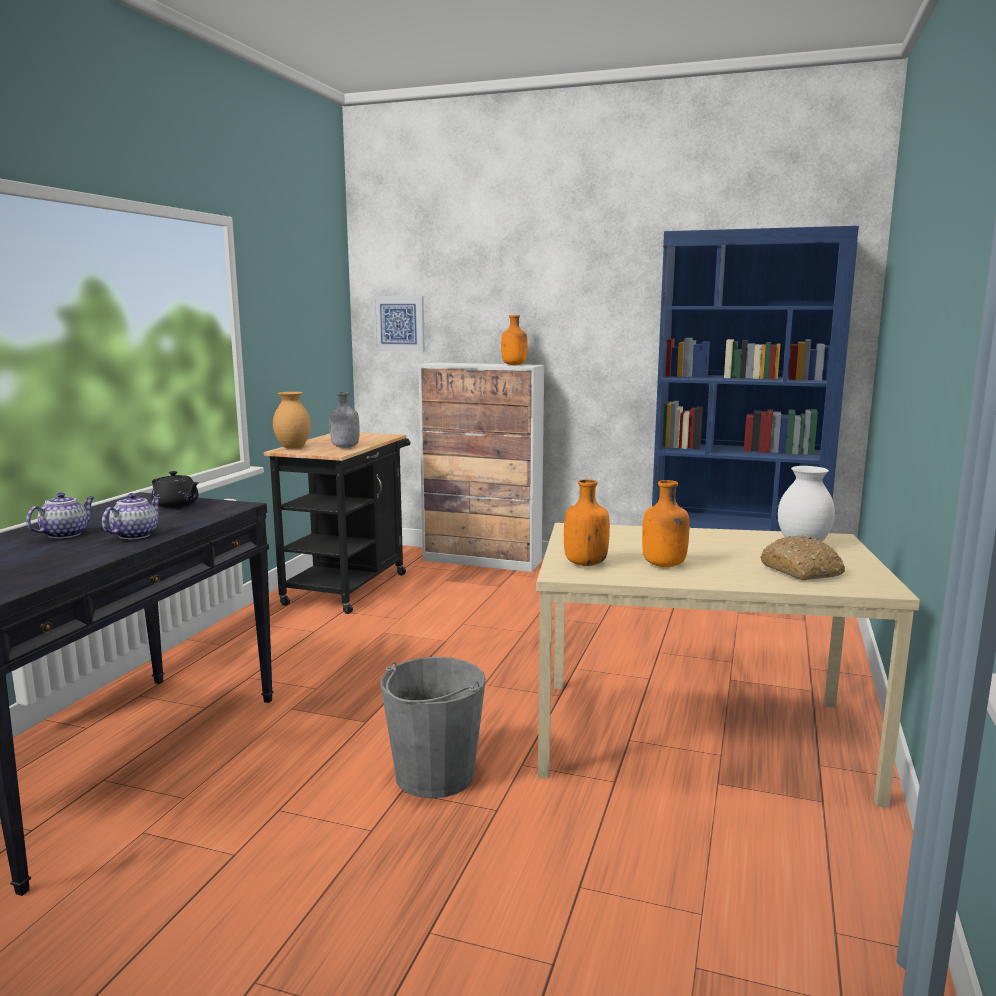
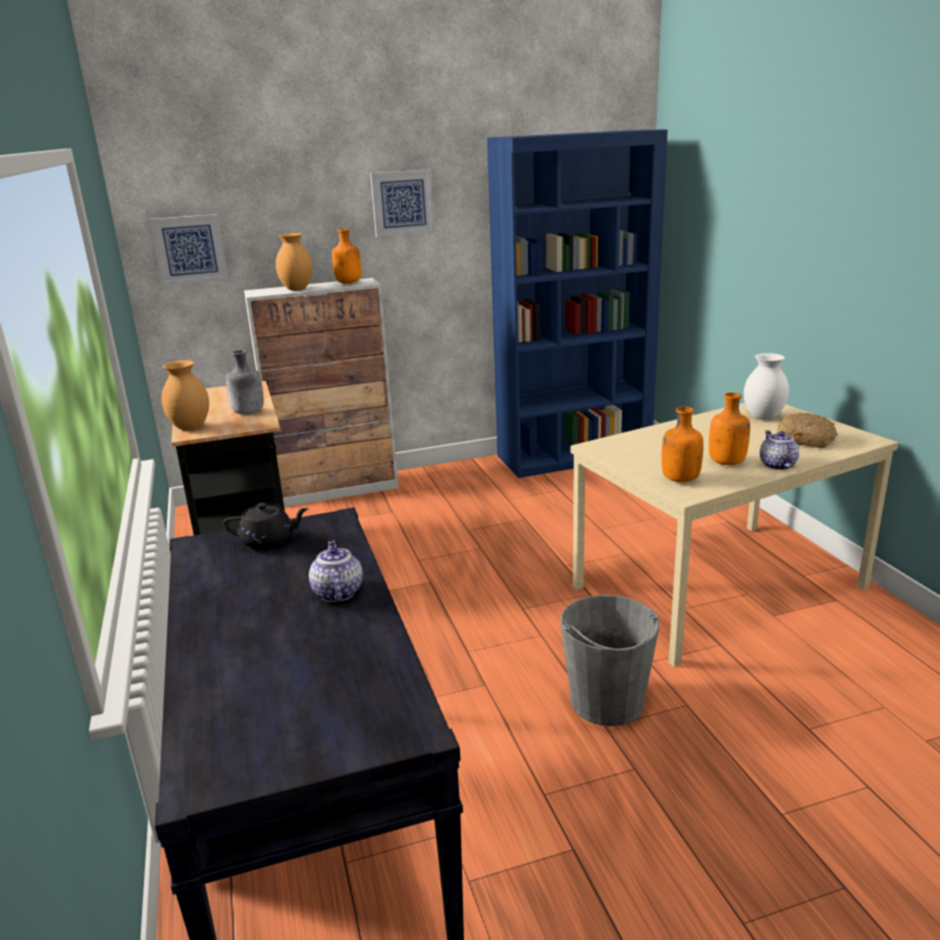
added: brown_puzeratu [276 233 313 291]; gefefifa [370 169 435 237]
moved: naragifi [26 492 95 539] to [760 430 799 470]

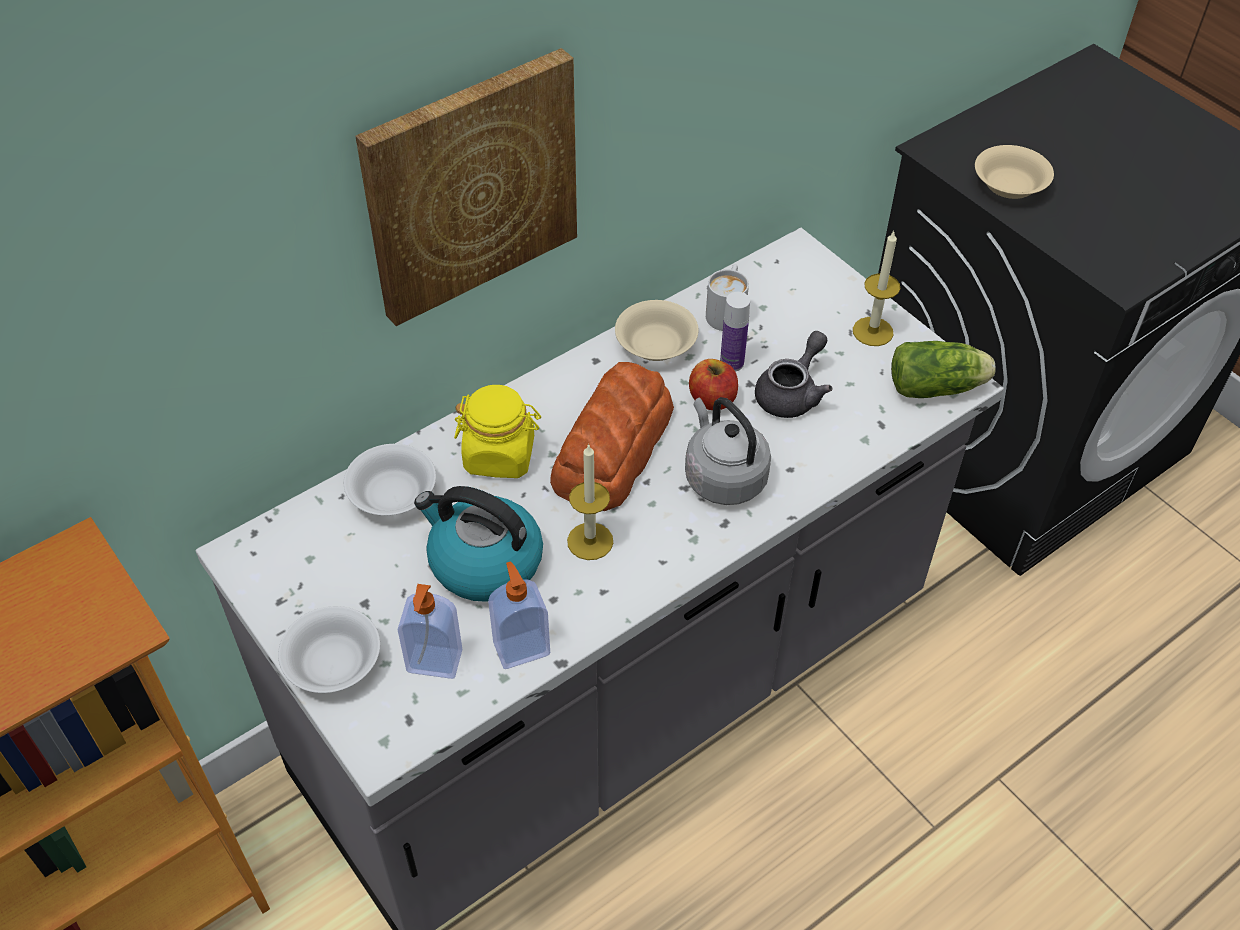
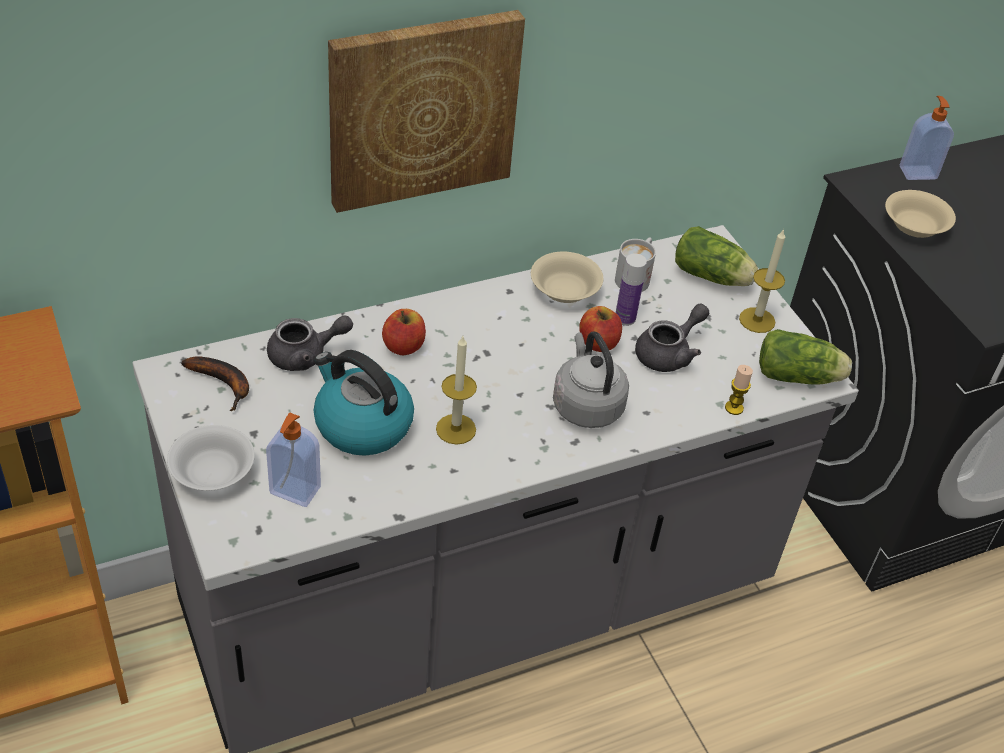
removed: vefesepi [550 362 674 511]
added: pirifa [181 356 249 411]; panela [675 226 758 286]; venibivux [725 365 753 415]
moved: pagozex [488 561 550 669] to [900 96 954 180]
replaced: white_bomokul [344 444 436 516] to grey_naragifi [267 316 353 371]; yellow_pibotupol [454 385 541 478] to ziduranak [382 309 426 355]

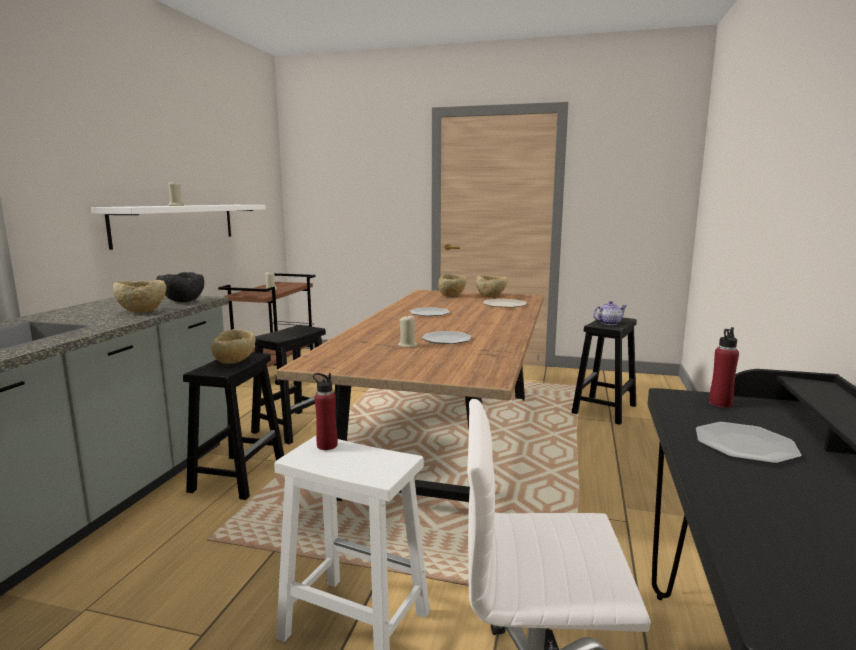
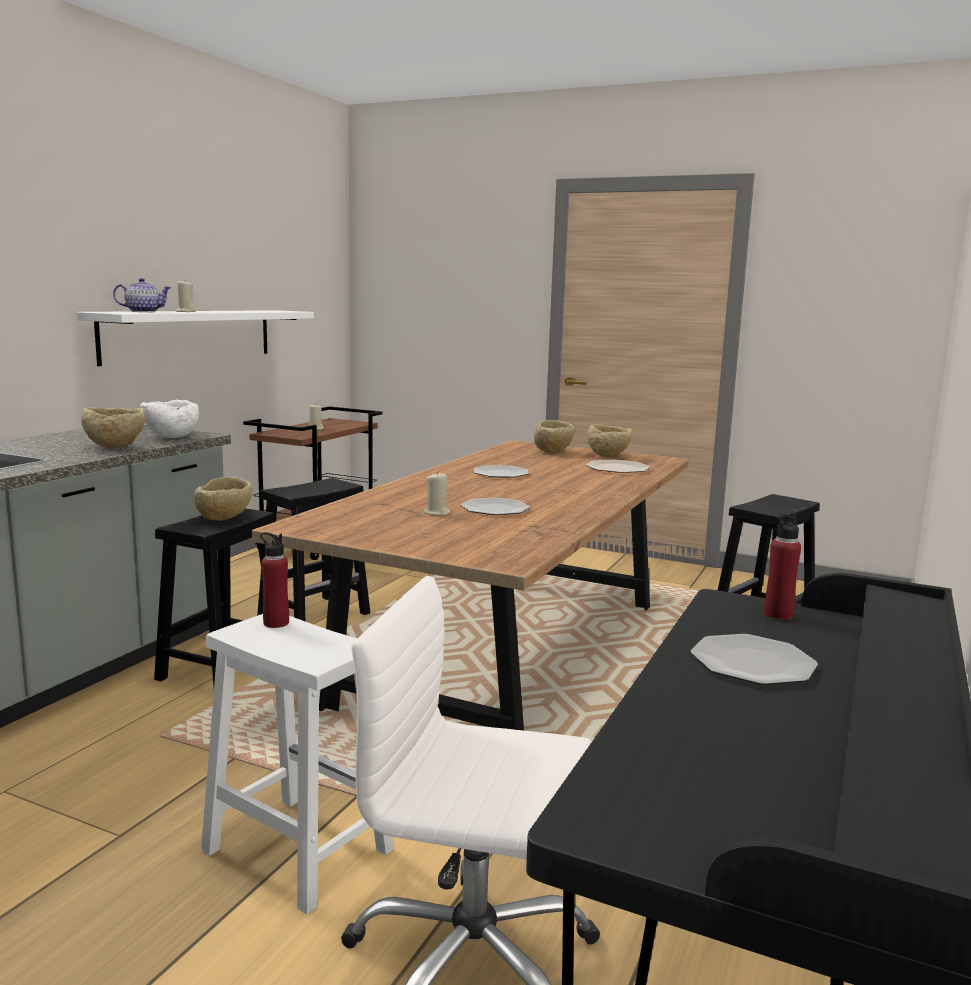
moved: naragifi [593 301 627 325] to [113 278 171 312]
recoloured: black_bomokul [156 272 204 302] to white_bomokul [140 400 199 438]

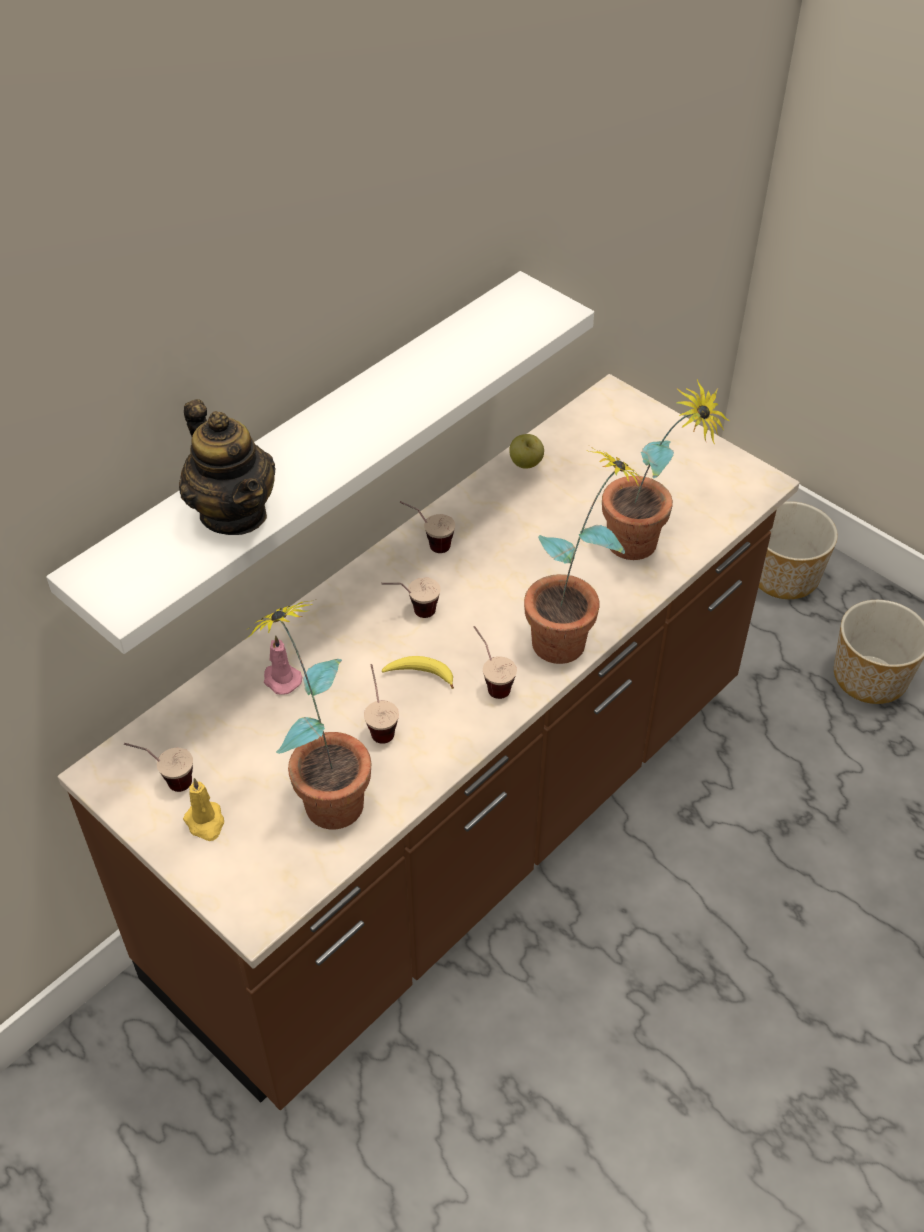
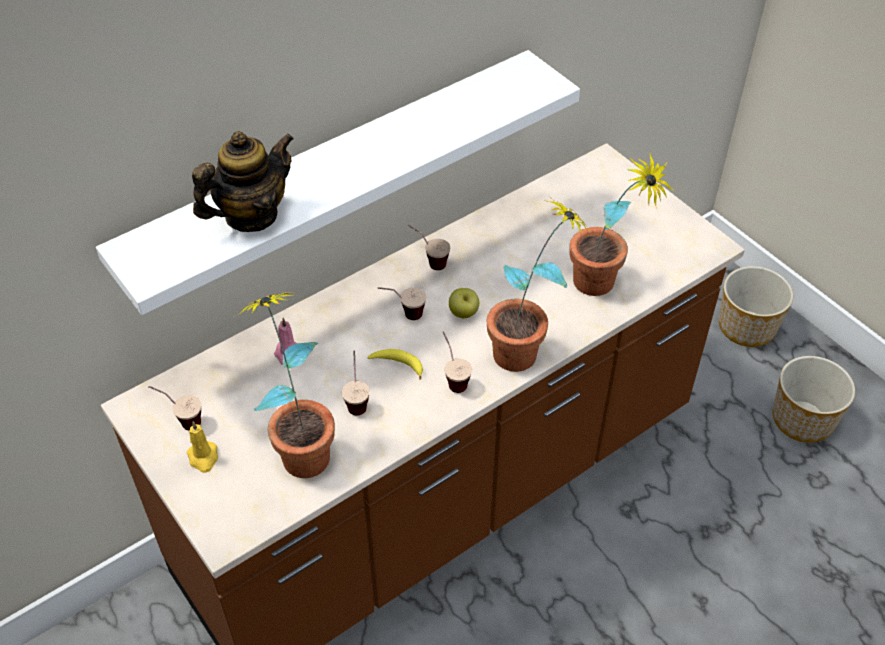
moved: ziduranak [509 434 544 469] to [449 288 479 318]
turned: naragifi [179 399 276 535] = [192 131 294 232] 105 degrees counterclockwise

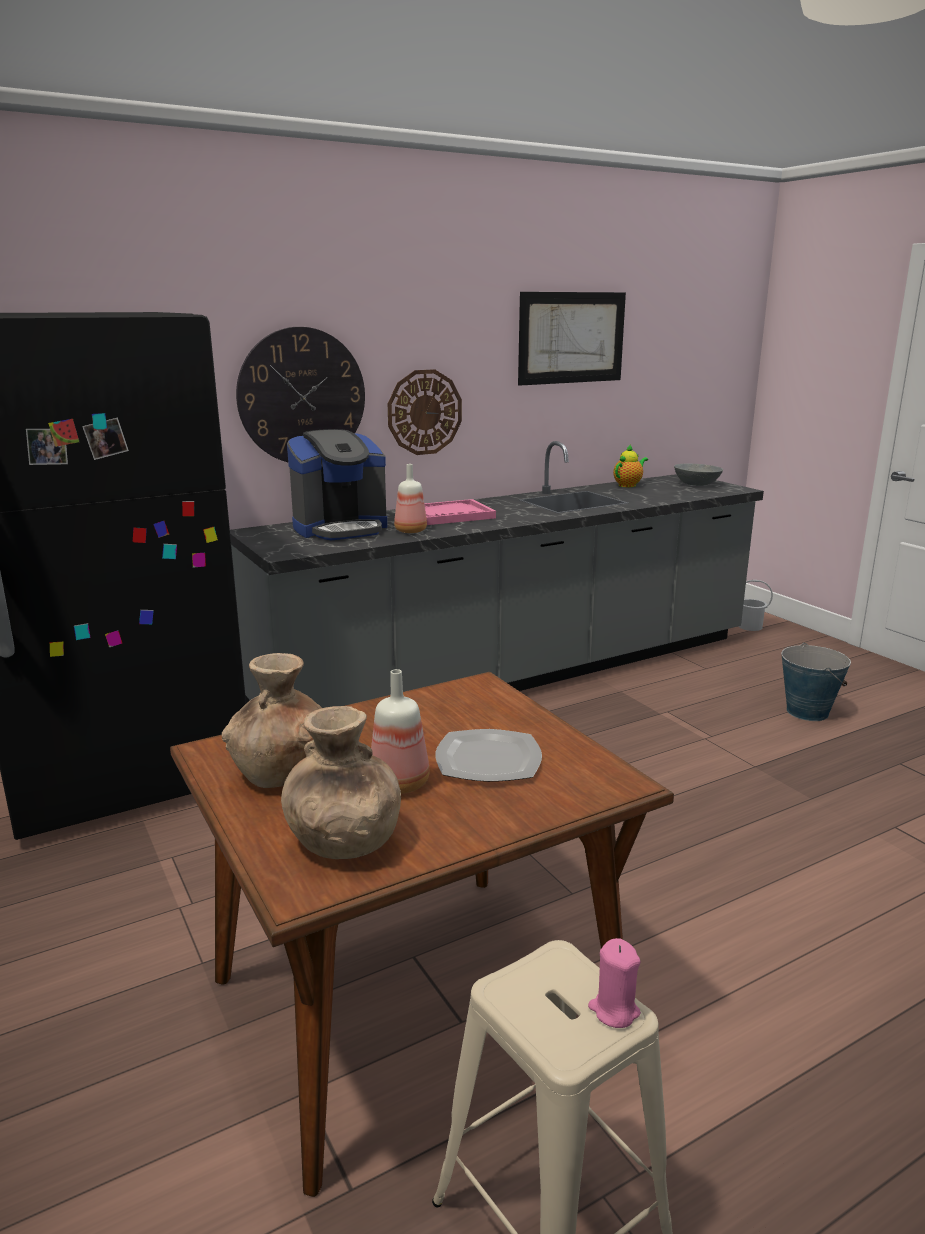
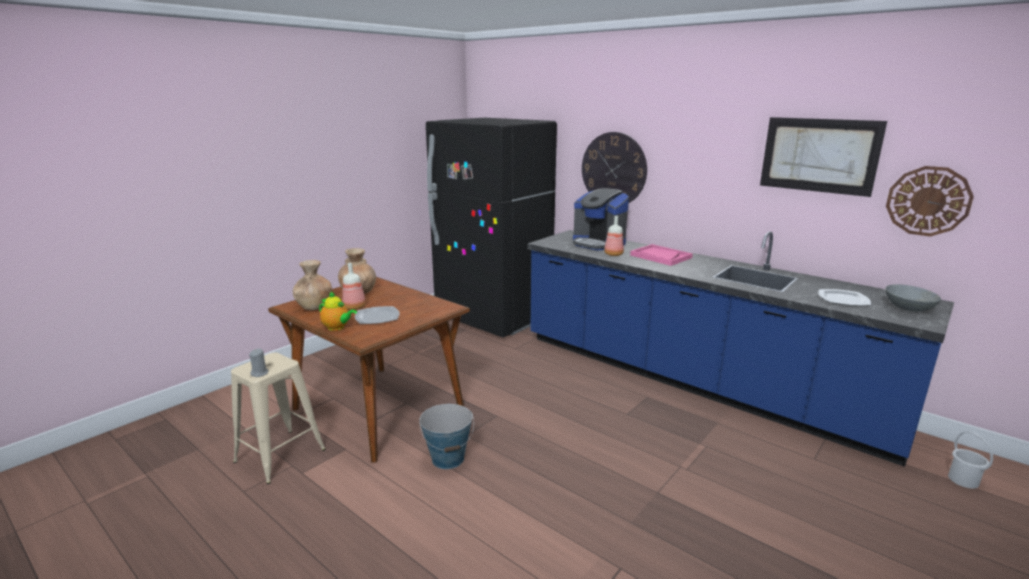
added: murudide [818 289 871 306]
moved: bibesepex [388 369 462 455] to [886 166 974 237]; naragifi [613 444 648 487] to [319 292 357 331]; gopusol [781 643 851 721] to [419 404 474 469]
recoloured: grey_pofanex [230 441 764 708] to blue_pofanex [528 230 954 467]; pink_venibivux [588 938 641 1028] to grey_venibivux [249 349 269 377]

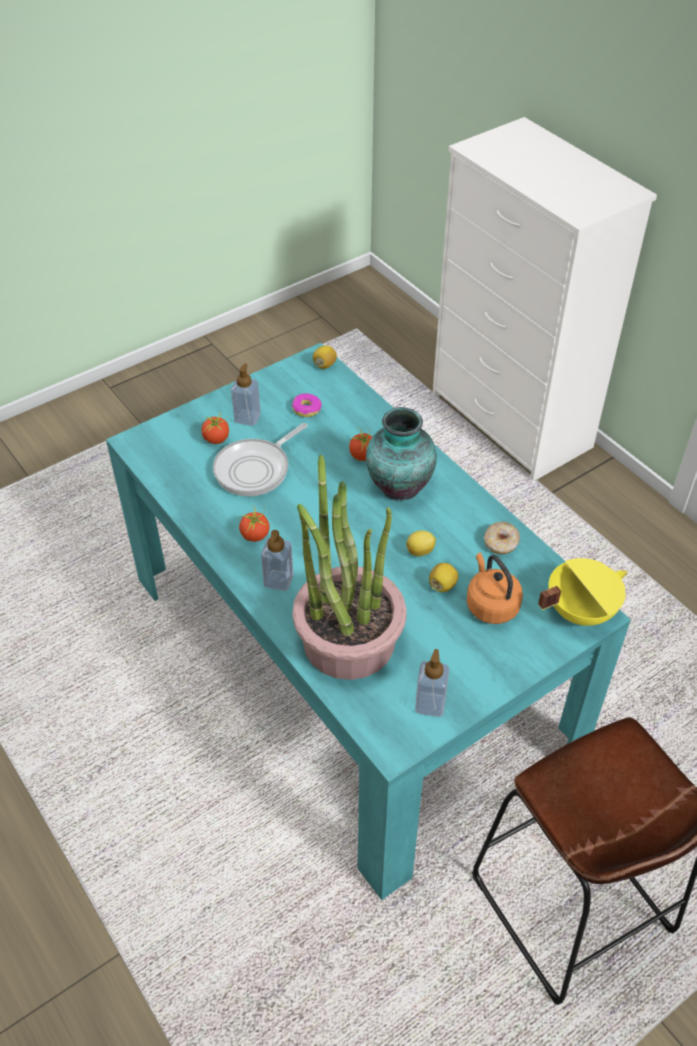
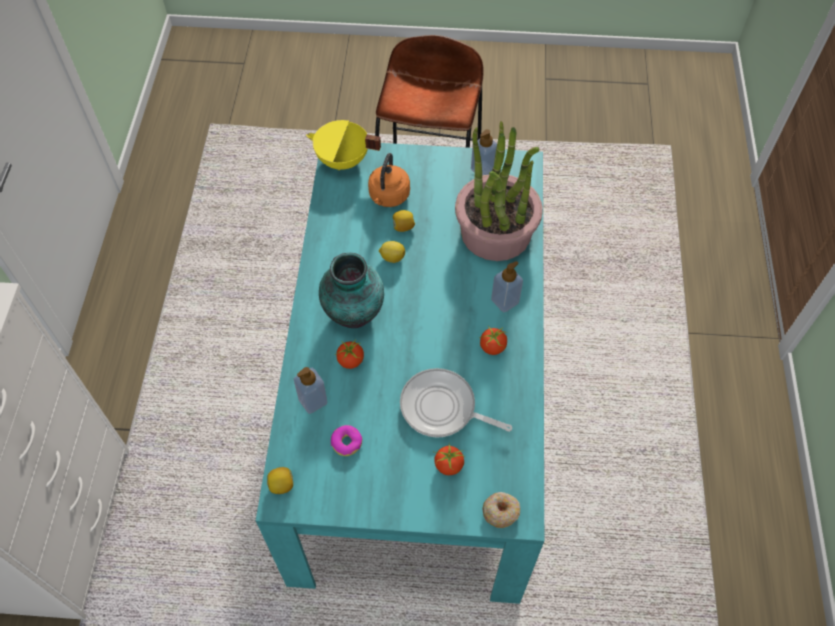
moved: pagozex [231 363 261 426] to [294 367 328 414]; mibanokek [484 522 520 554] to [482 492 520 528]
turned: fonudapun [213 423 308 496] = [400 368 512 438] 150 degrees counterclockwise

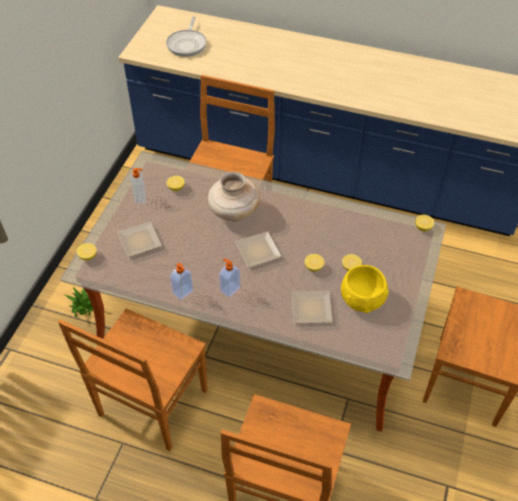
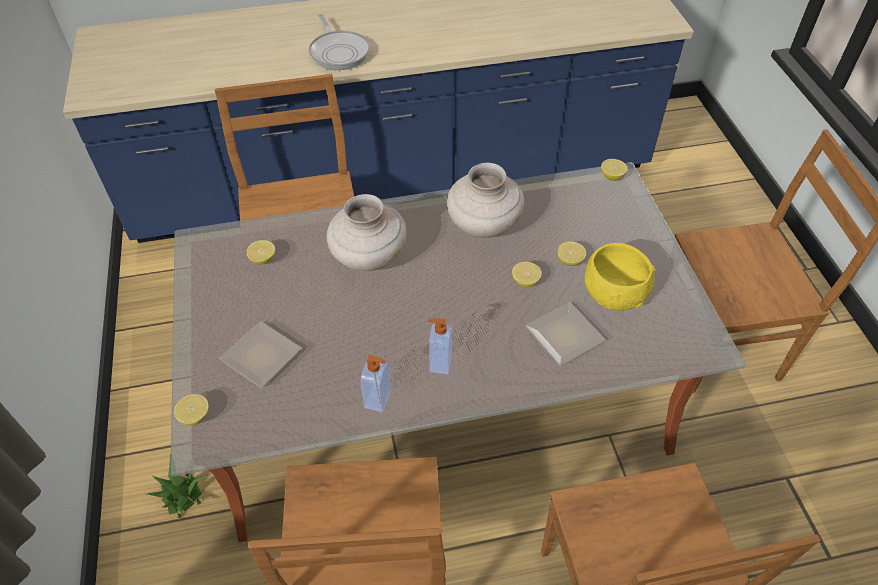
removed: pagozex [131 168 146 204]; murudide [235 231 282 268]
added: beige_puzeratu [447 163 524 238]
moved: fonudapun [166 16 206 57] to [309 14 370 70]

